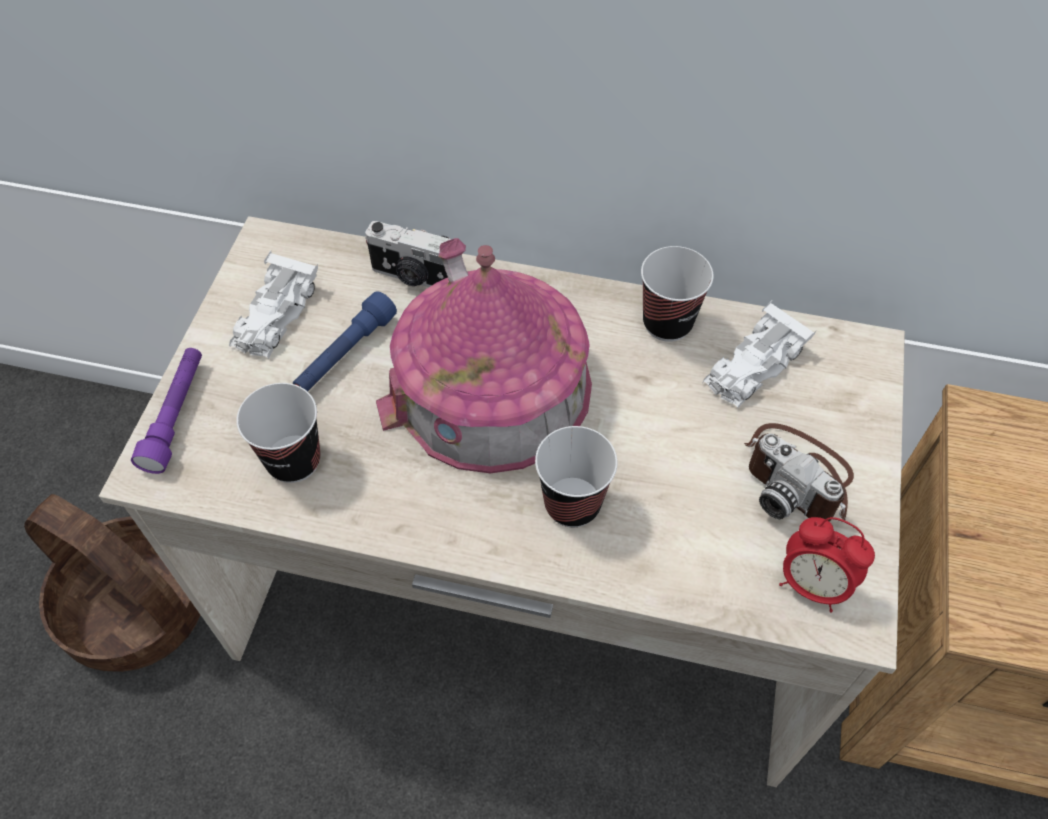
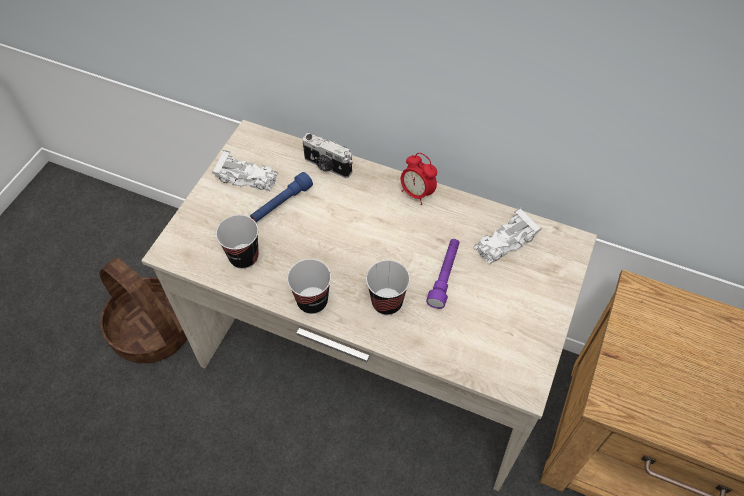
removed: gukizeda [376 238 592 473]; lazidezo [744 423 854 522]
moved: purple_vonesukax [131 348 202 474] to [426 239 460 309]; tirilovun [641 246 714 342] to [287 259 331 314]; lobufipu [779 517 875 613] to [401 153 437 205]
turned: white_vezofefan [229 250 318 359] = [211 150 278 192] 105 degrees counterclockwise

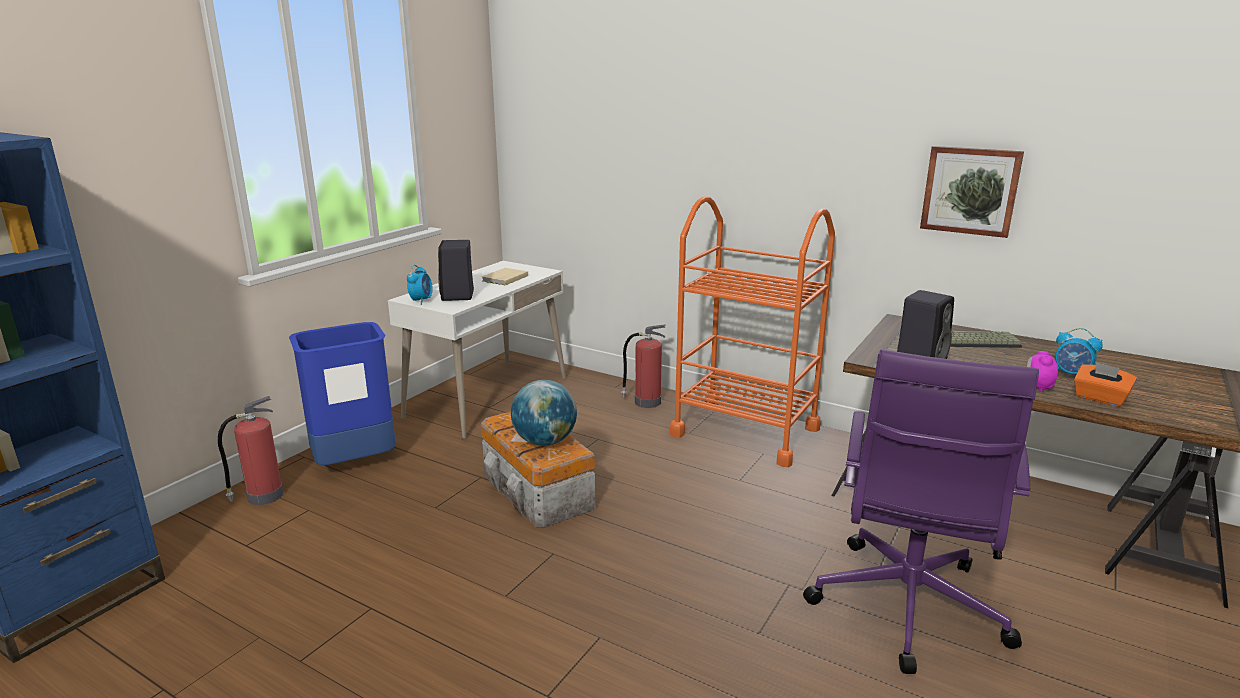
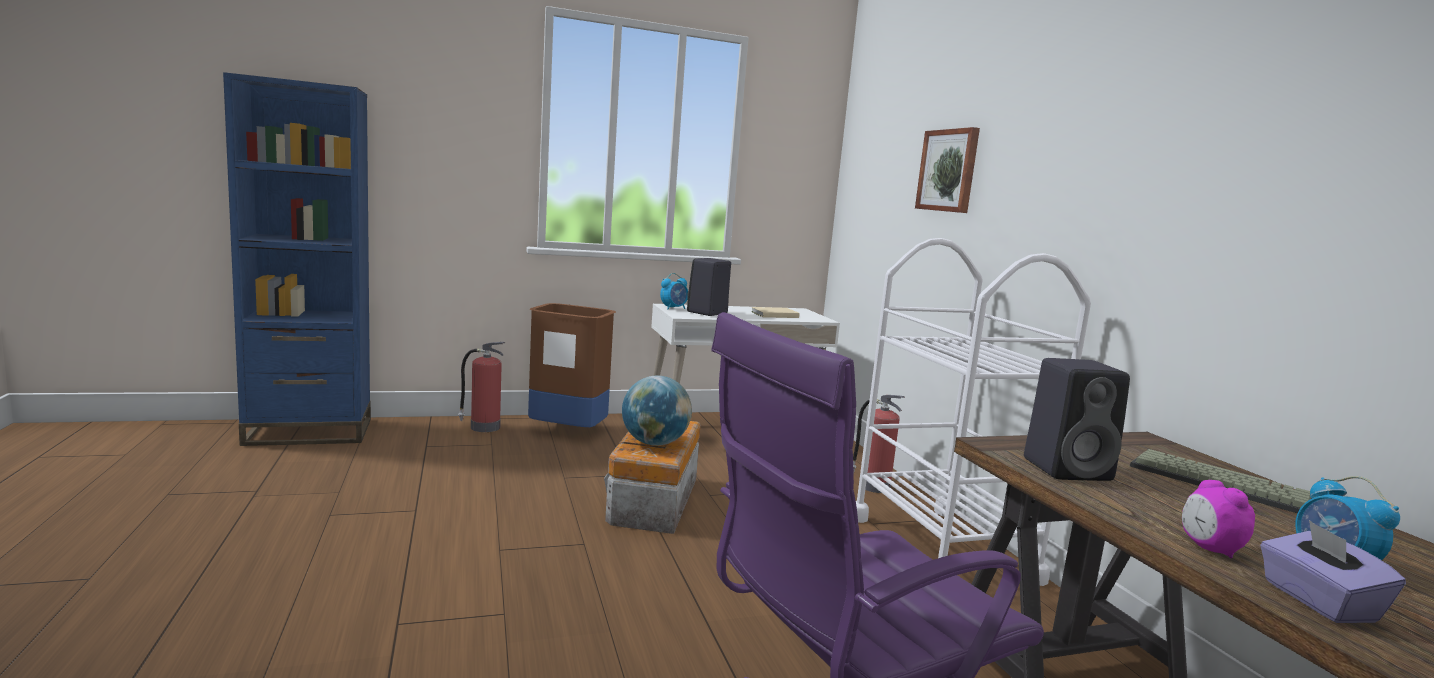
moved: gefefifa [920 146 1024 238] to [915 127 980 213]
recoloured: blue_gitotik [289 322 396 465] to brown_gitotik [528 303 616 427]; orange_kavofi [670 197 835 467] to white_kavofi [856 238 1091 586]; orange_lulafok [1074 362 1137 407] to purple_lulafok [1260 520 1406 623]
turned: lobufipu [1027 351 1058 392] = [1182 480 1255 558] 75 degrees counterclockwise

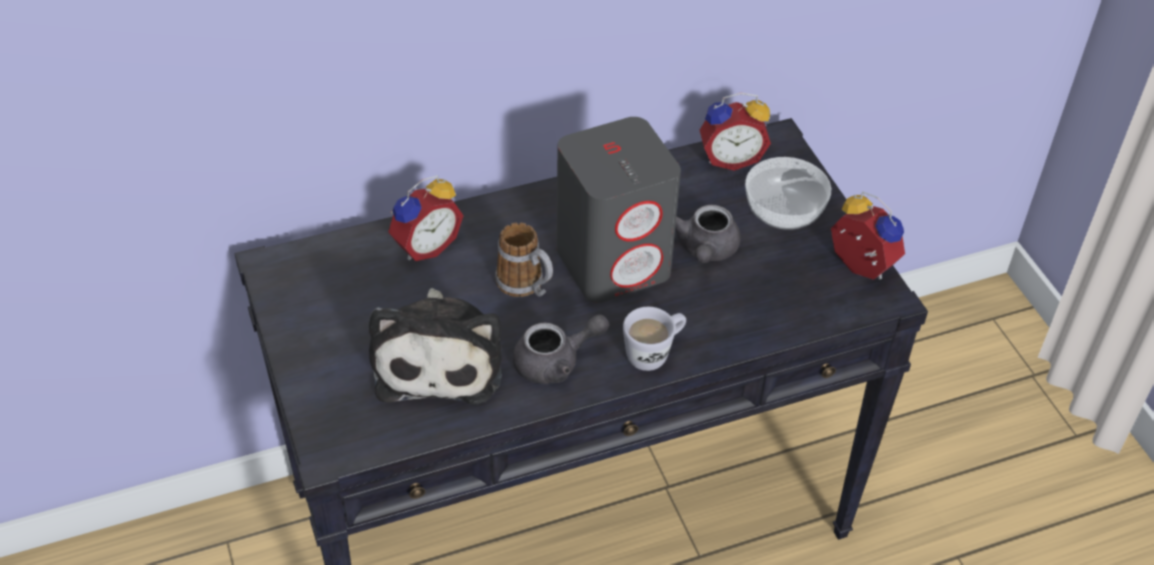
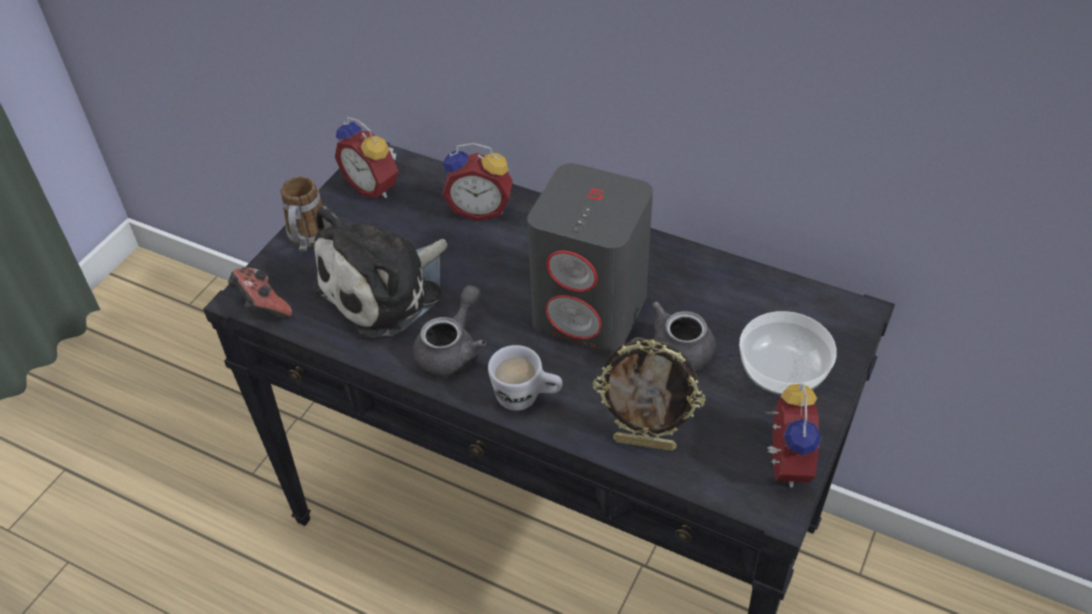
added: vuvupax [228 267 292 320]; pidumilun [593 339 705 451]
moved: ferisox [495 223 553 297] to [281 176 323 251]; lobufipu [700 93 771 171] to [335 117 399 198]
turned: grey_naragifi [513 314 609 384] = [412 285 486 377] 90 degrees counterclockwise

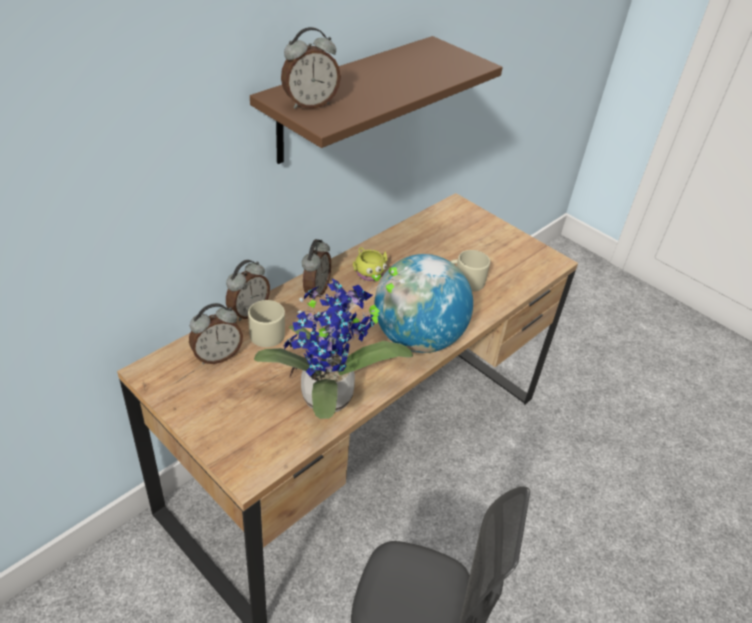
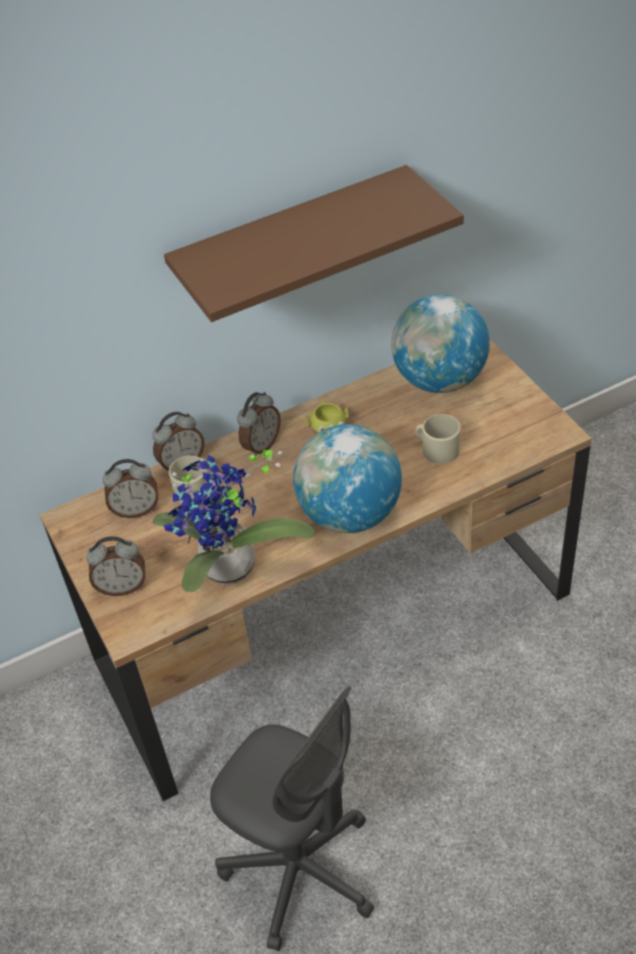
added: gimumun [391 294 490 393]
moved: lobufipu [281 27 341 109] to [86 536 146 596]

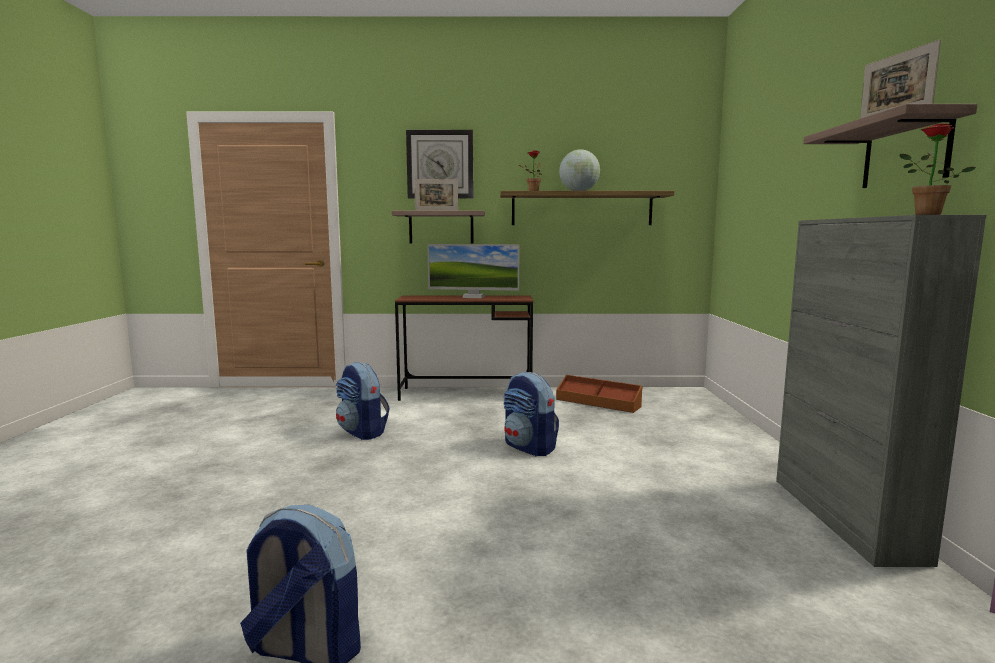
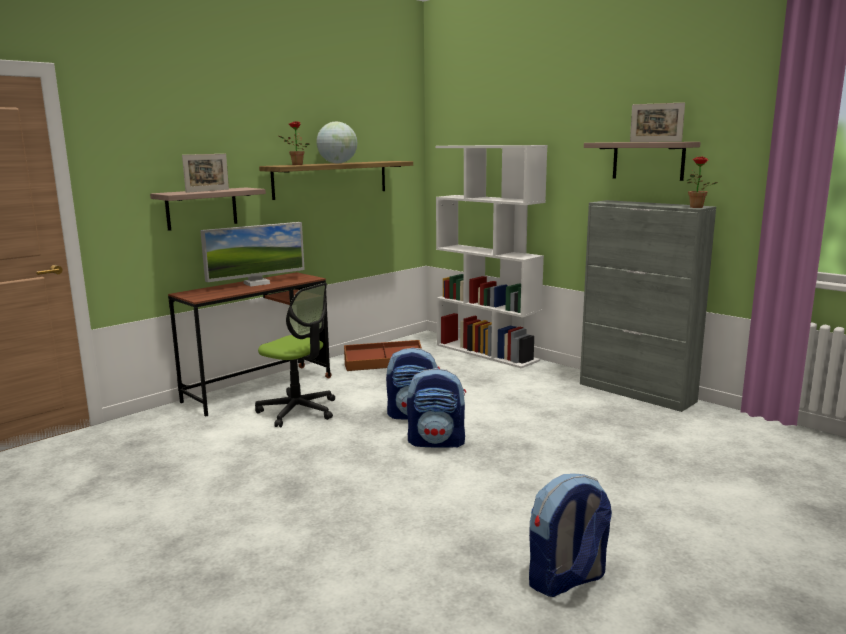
removed: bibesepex [406 130 473 199]
added: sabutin [255 283 335 427]; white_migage [436 145 547 368]
moved: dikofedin [336 362 390 440] to [407 368 466 448]

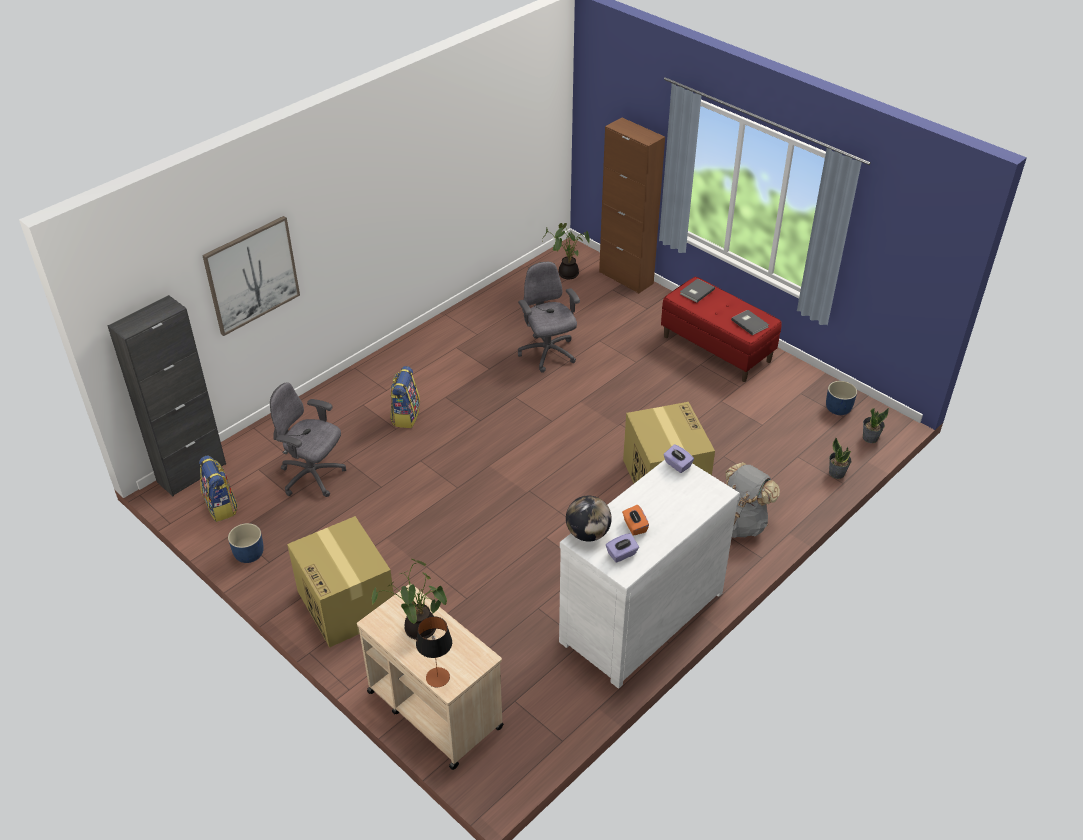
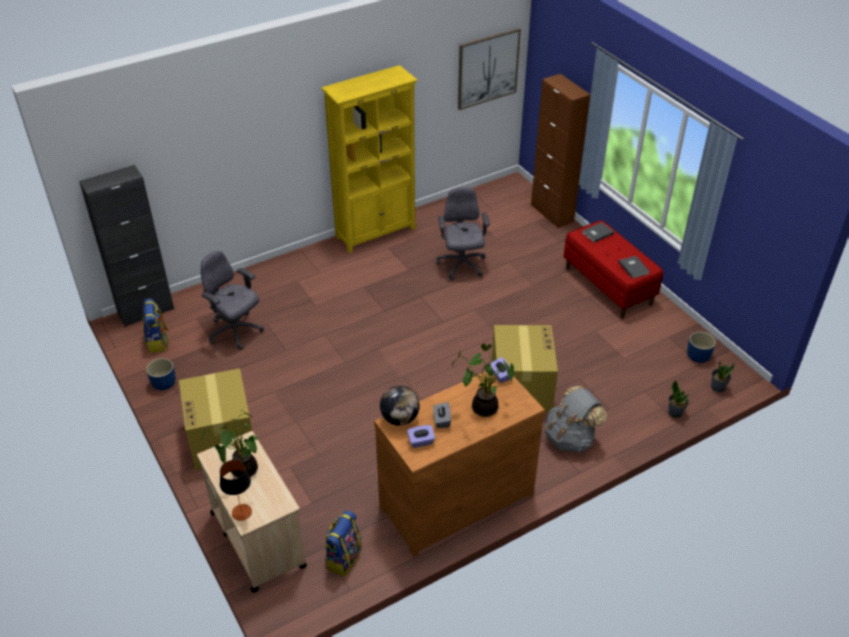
added: yellow_migage [321 65 418 253]
moved: gefefifa [202 216 300 336] to [458 28 521 110]; dikofedin [390 366 420 428] to [325 510 362 576]; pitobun [542 223 590 279] to [452 344 514 417]
recoloured: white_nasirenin [559 460 740 688] to brown_nasirenin [374 372 545 557]; orange_lulafok [622 505 649 536] to grey_lulafok [433 402 451 428]

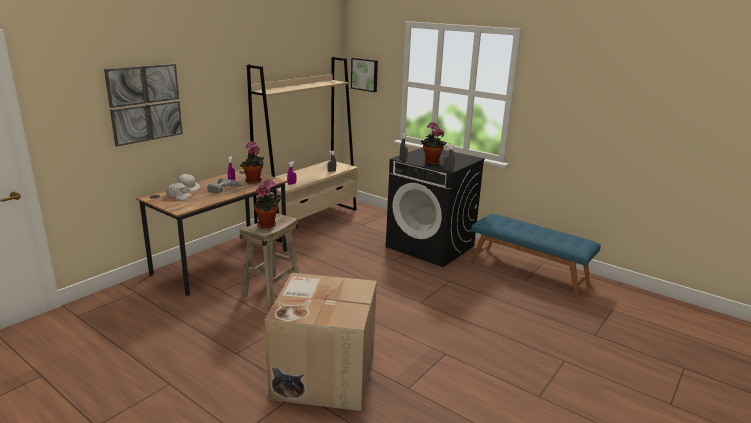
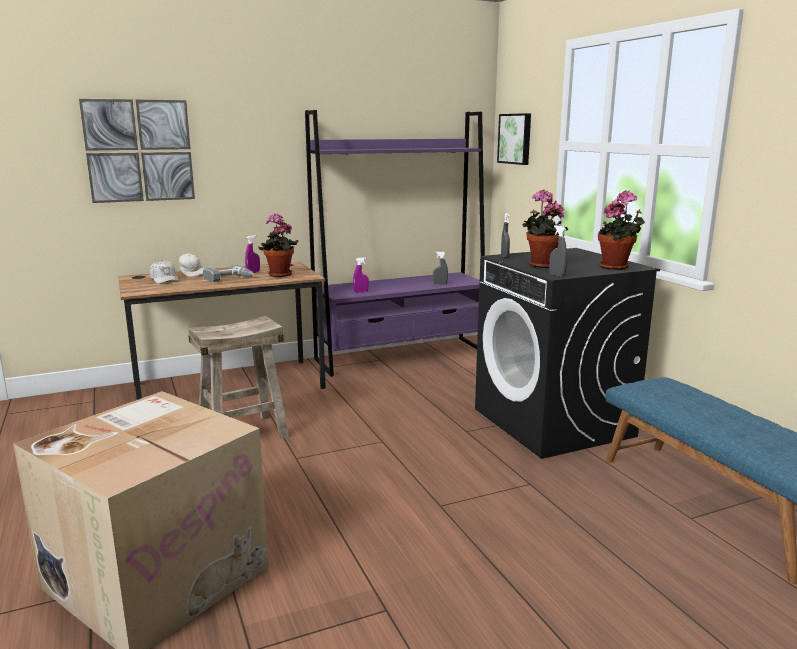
moved: pitobun [254 180 282 228] to [598 190 645 270]
recoloured: beige_migage [247 57 358 243] to purple_migage [305 110 485 377]

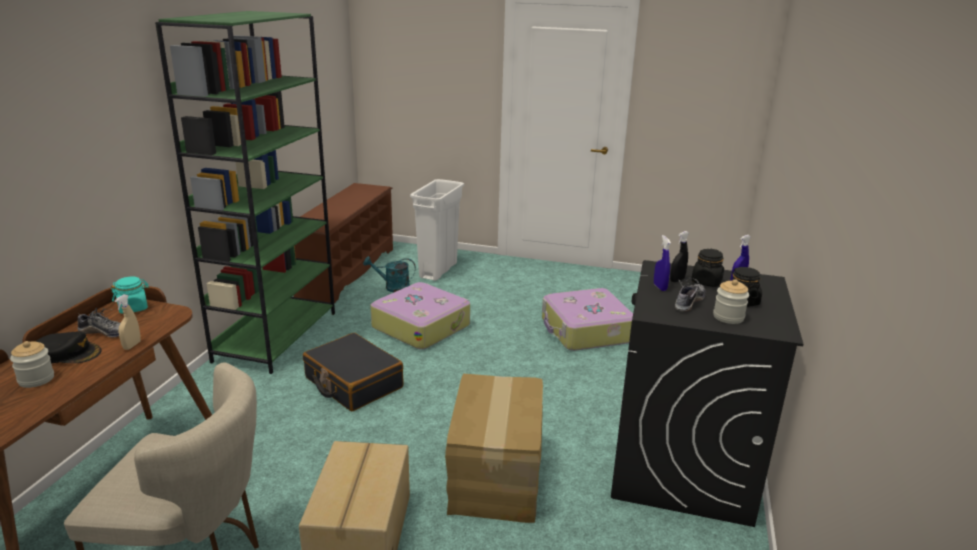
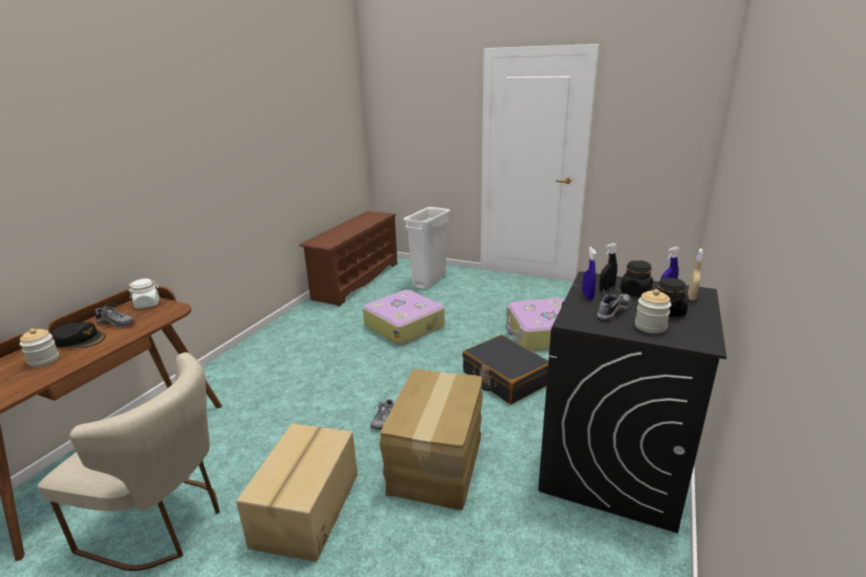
removed: green_migage [155 11 335 374]; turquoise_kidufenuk [363 256 416 293]
added: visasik [370 399 394 430]
moved: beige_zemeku [115 294 141 350] to [688 248 703 301]; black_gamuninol [303 333 404 411] to [462 335 548 404]
recoloured: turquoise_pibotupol [111 277 149 314] to white_pibotupol [128 279 160 308]

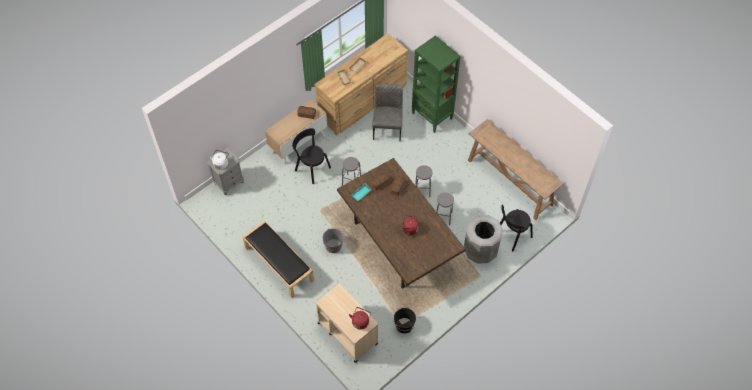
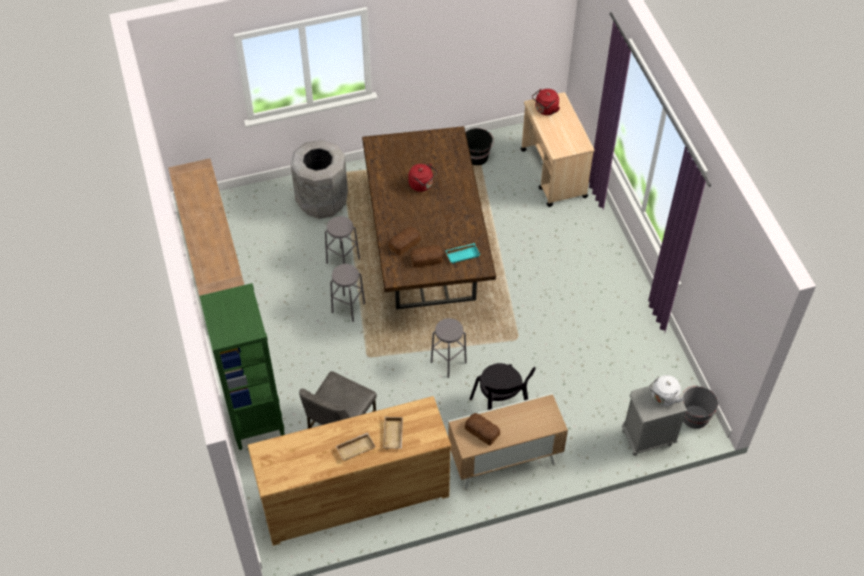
removed: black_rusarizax [242 221 314 298]; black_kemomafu [500 205 533 251]
moved: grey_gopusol [322 228 345 253] to [681 386 718 429]

